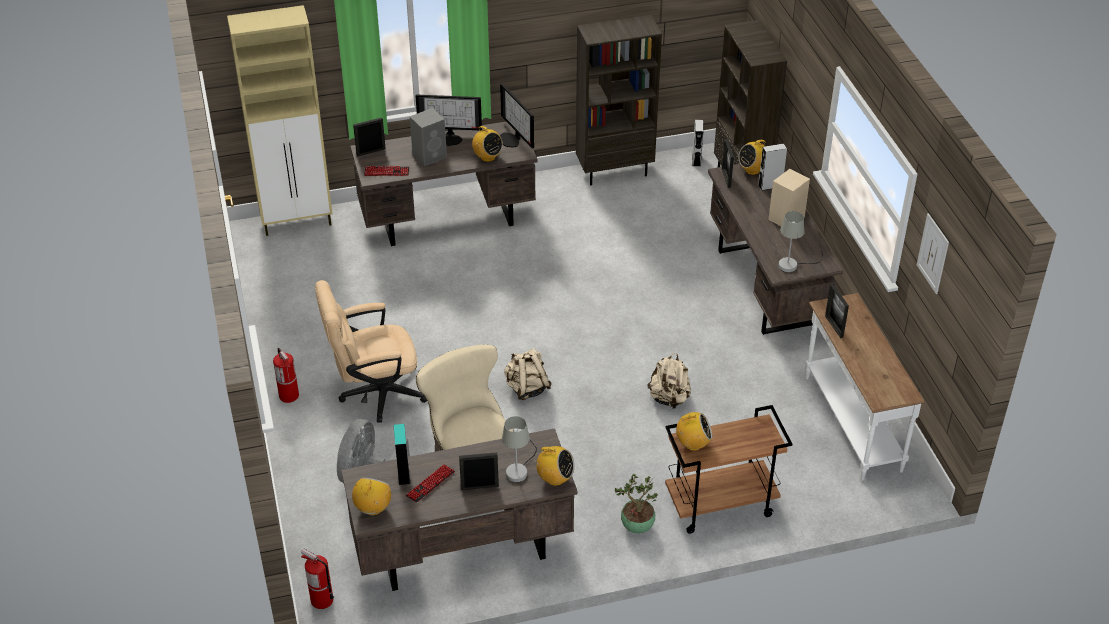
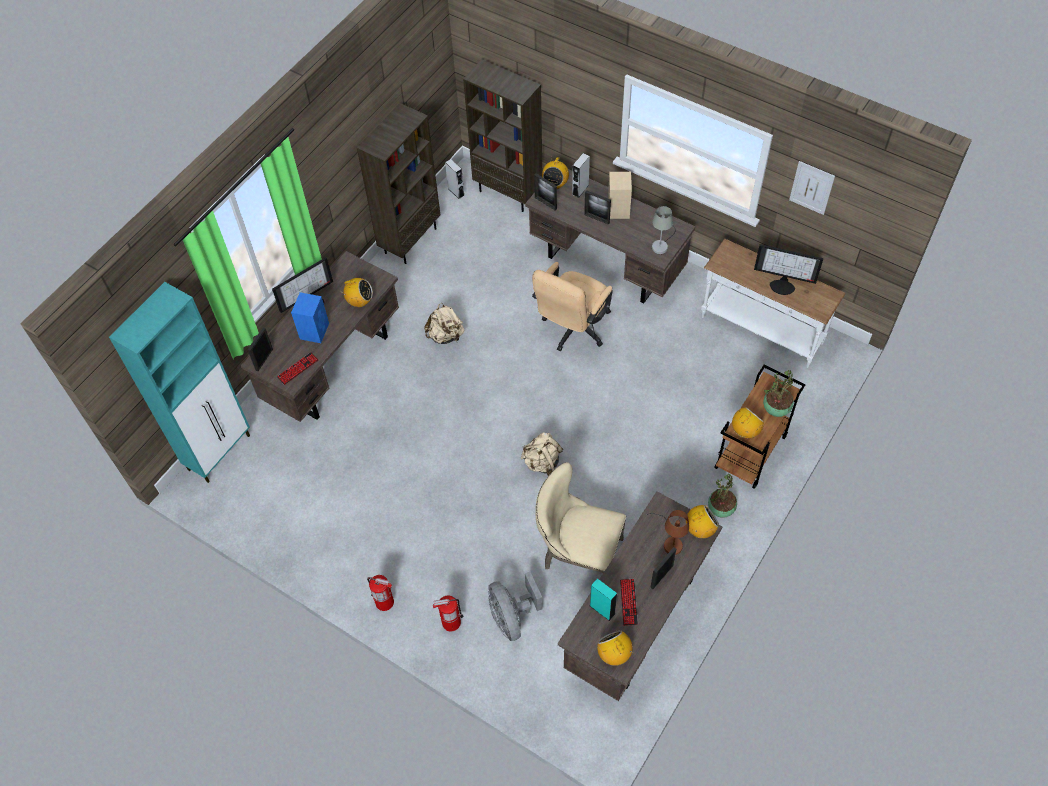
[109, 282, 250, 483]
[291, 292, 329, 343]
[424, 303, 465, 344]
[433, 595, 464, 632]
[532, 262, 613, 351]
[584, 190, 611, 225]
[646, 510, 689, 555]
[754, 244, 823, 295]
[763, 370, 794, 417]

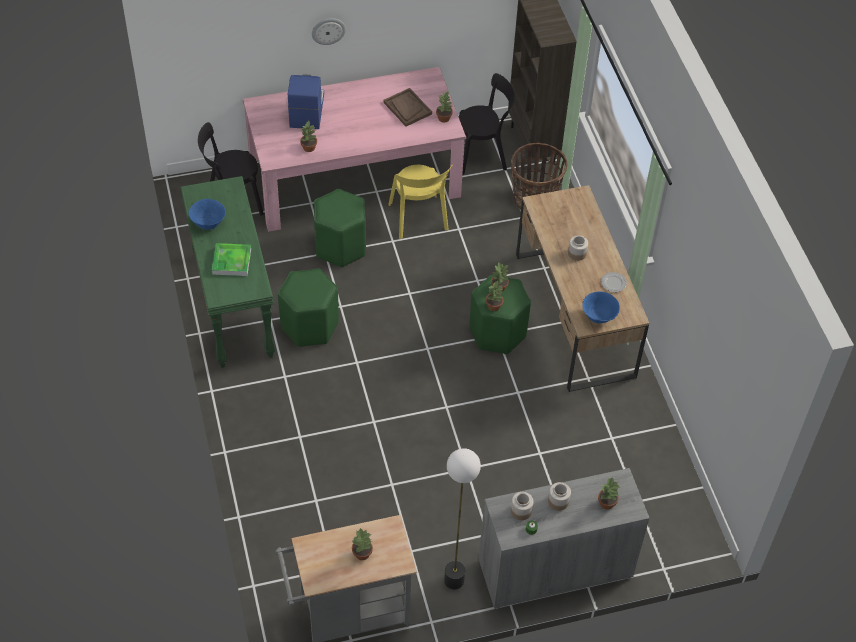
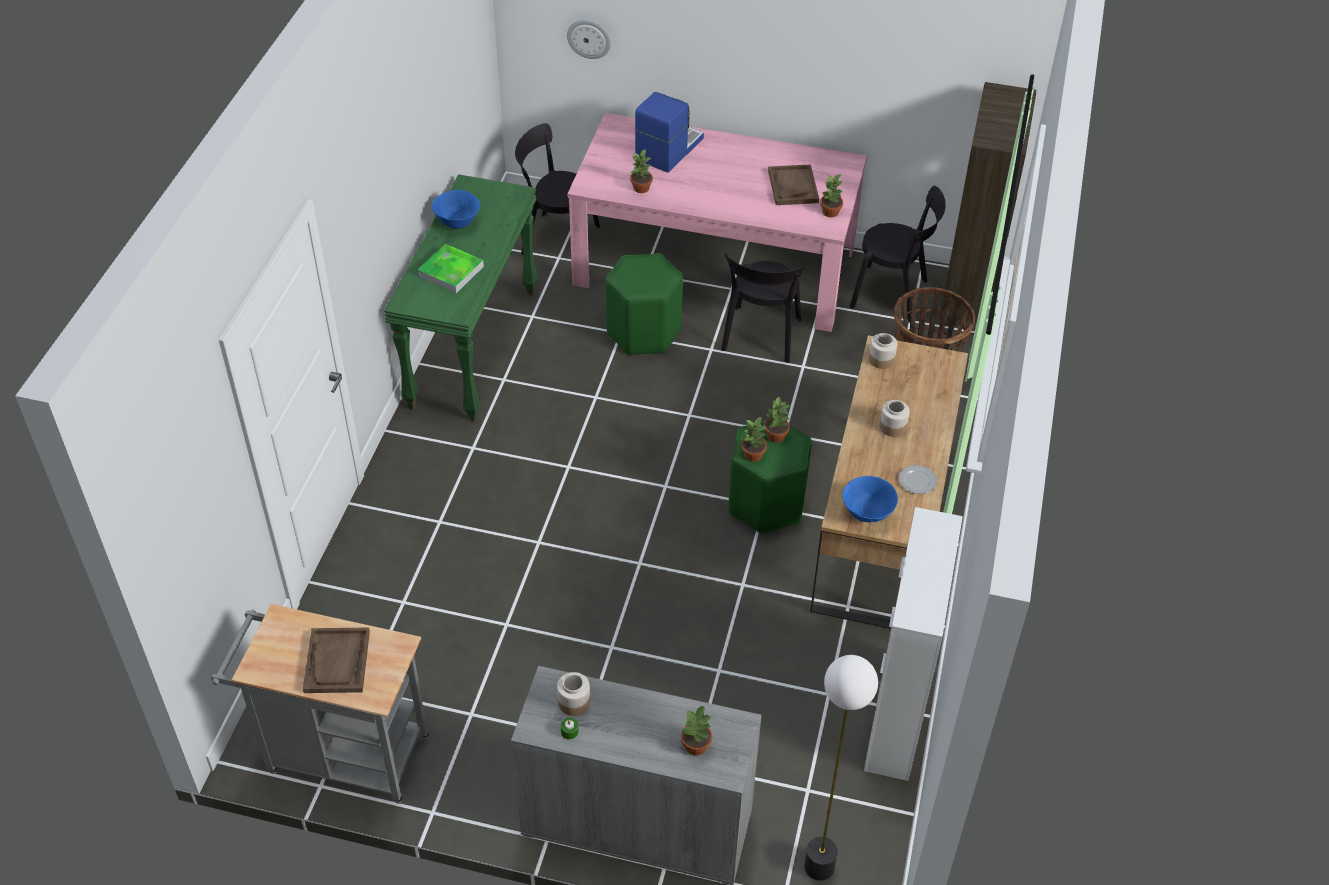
[303, 627, 370, 693]
[567, 19, 611, 59]
[721, 252, 804, 363]
[804, 655, 878, 881]
[864, 507, 963, 781]
[869, 333, 897, 369]
[278, 269, 339, 347] (first image)

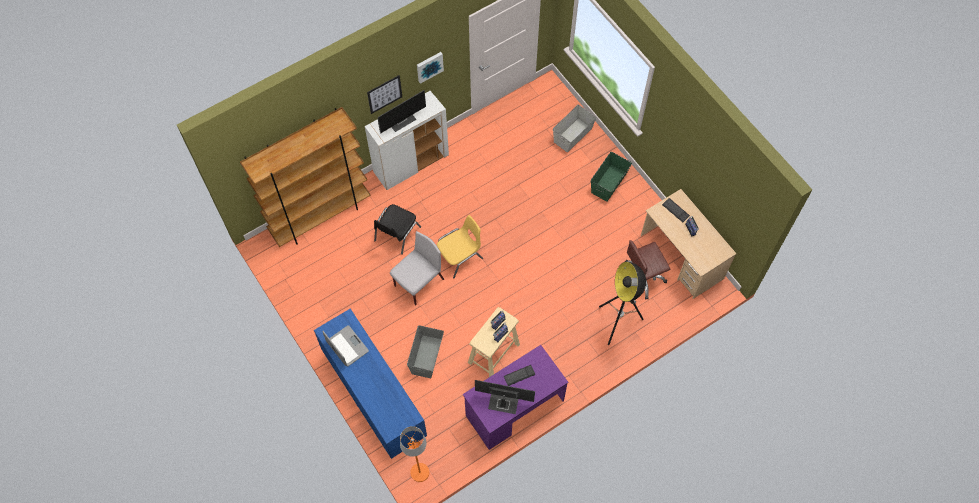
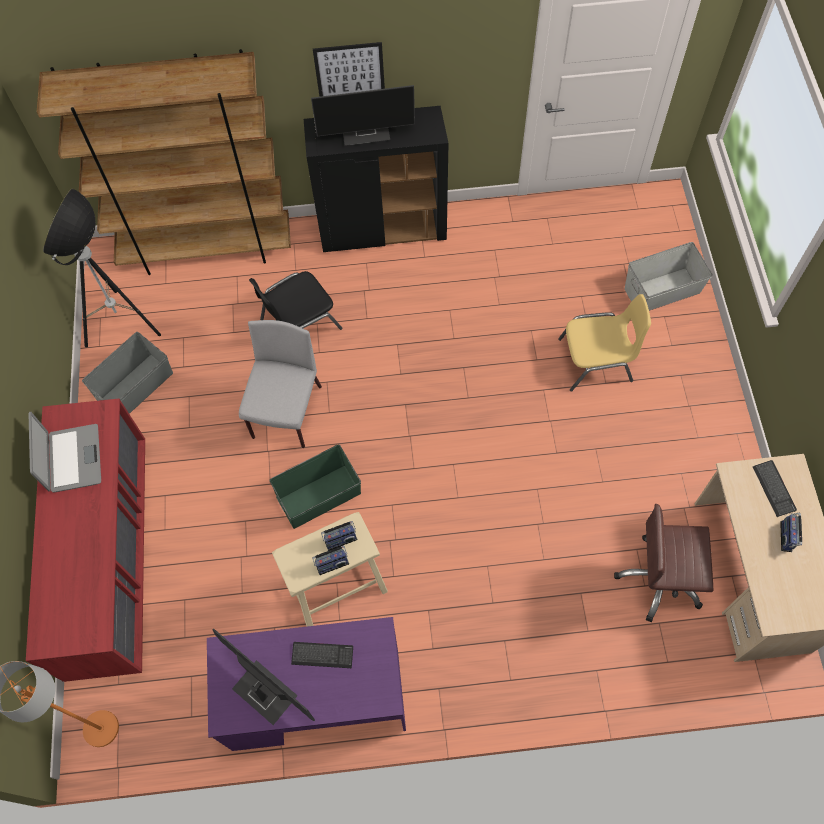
[26, 398, 145, 682]
[43, 188, 161, 348]
[82, 332, 173, 414]
[239, 320, 322, 448]
[269, 444, 361, 529]
[304, 106, 449, 252]
[558, 294, 651, 392]
[417, 52, 444, 84] (first image)

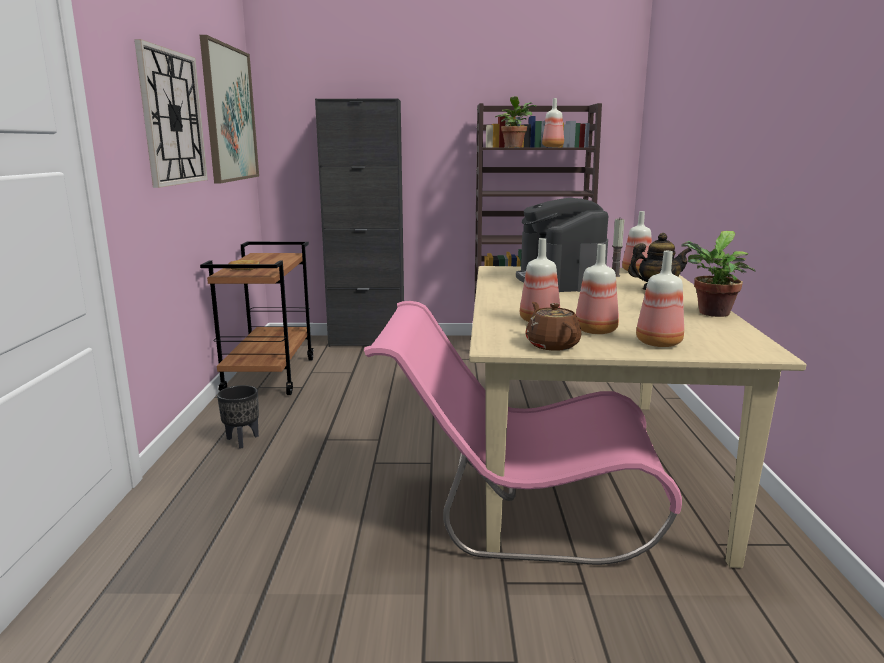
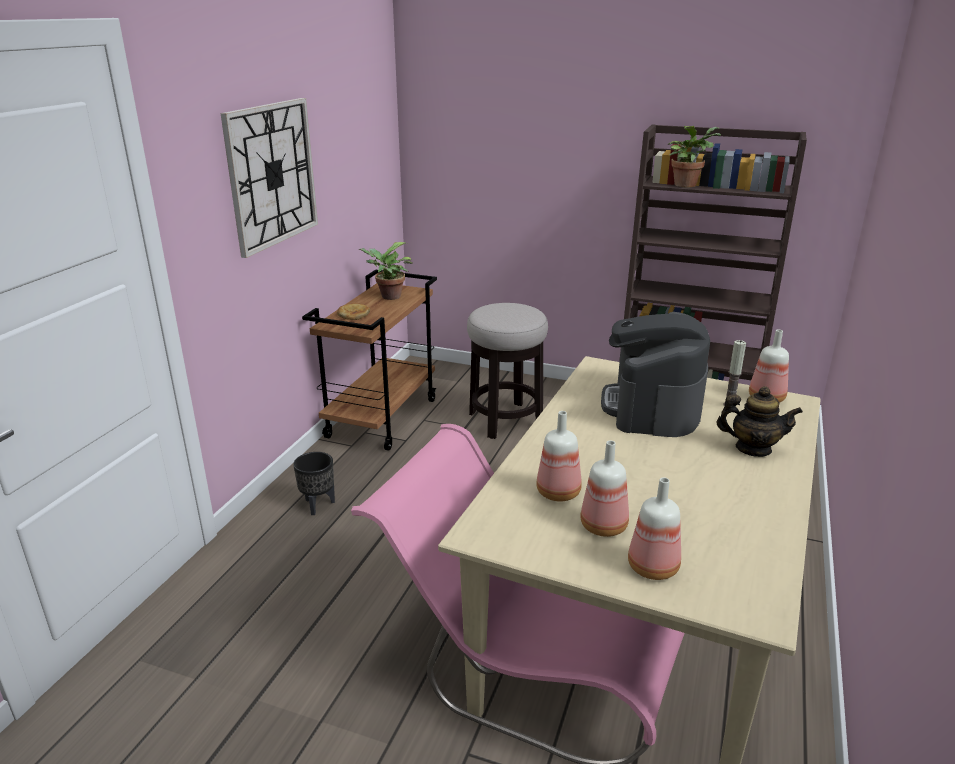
[358, 242, 413, 300]
[467, 303, 548, 439]
[200, 35, 259, 183] (first image)
[315, 99, 404, 347] (first image)
[526, 302, 581, 351] (first image)
[542, 98, 564, 147] (first image)

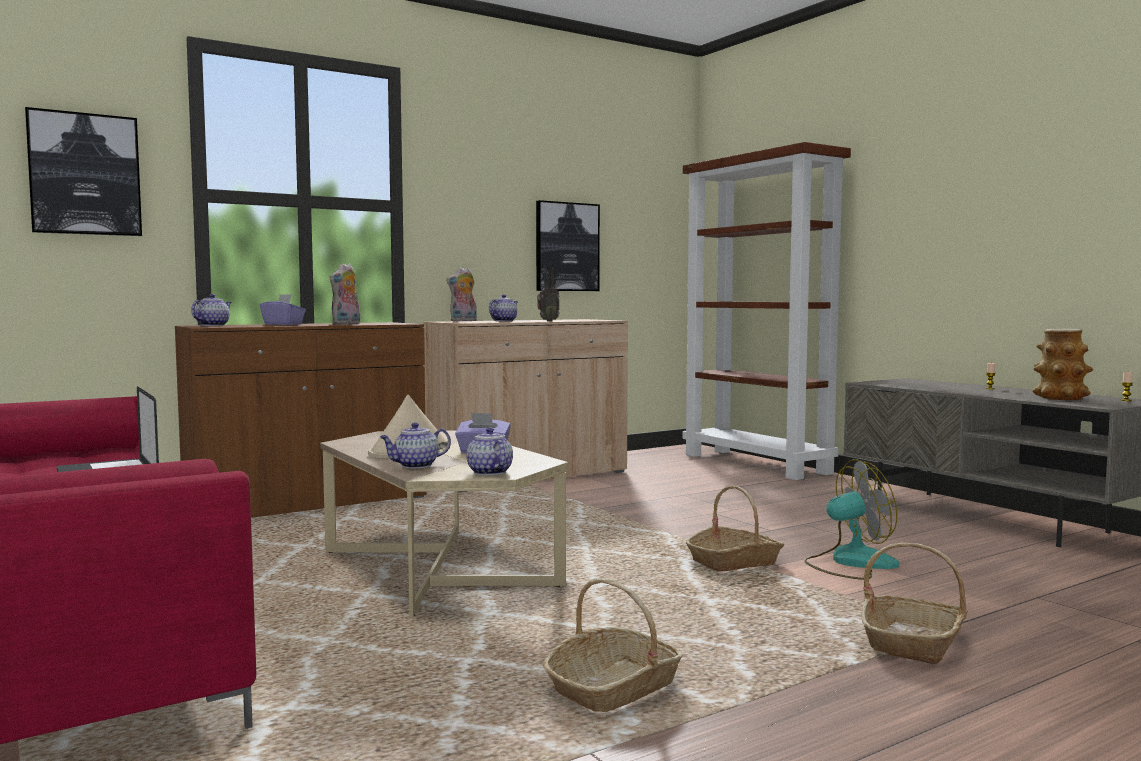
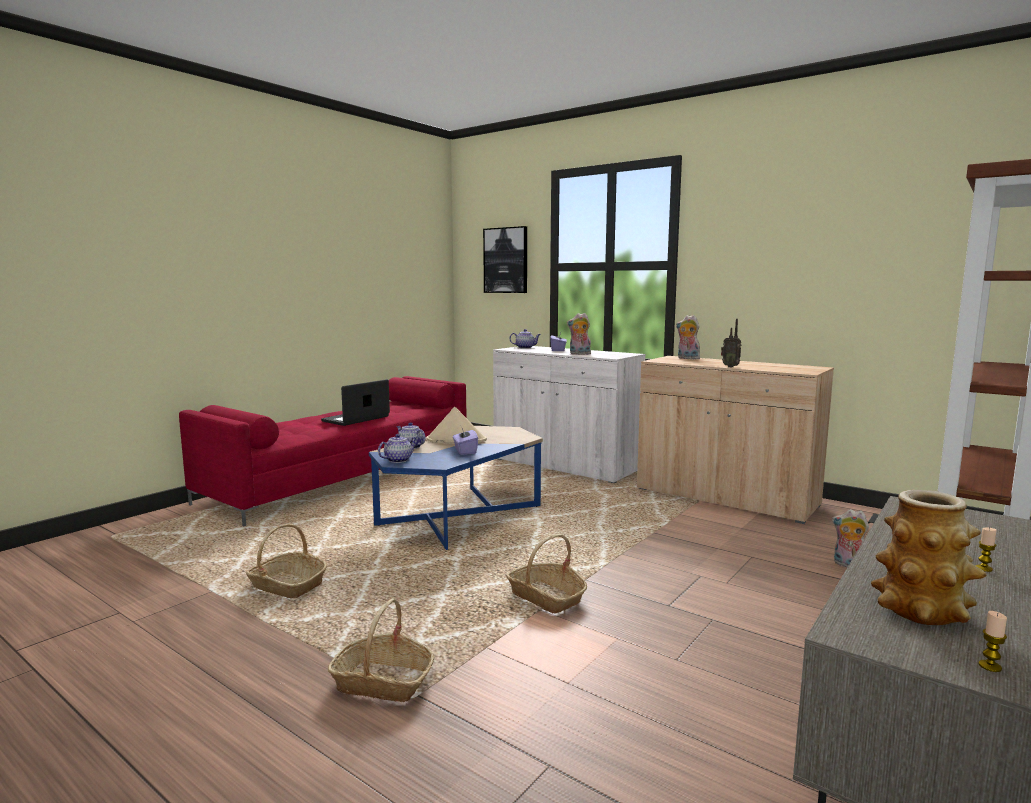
[369, 426, 543, 550]
[493, 346, 646, 483]
[832, 509, 869, 568]
[489, 294, 518, 322] (first image)
[536, 200, 600, 291] (first image)
[804, 459, 899, 580] (first image)

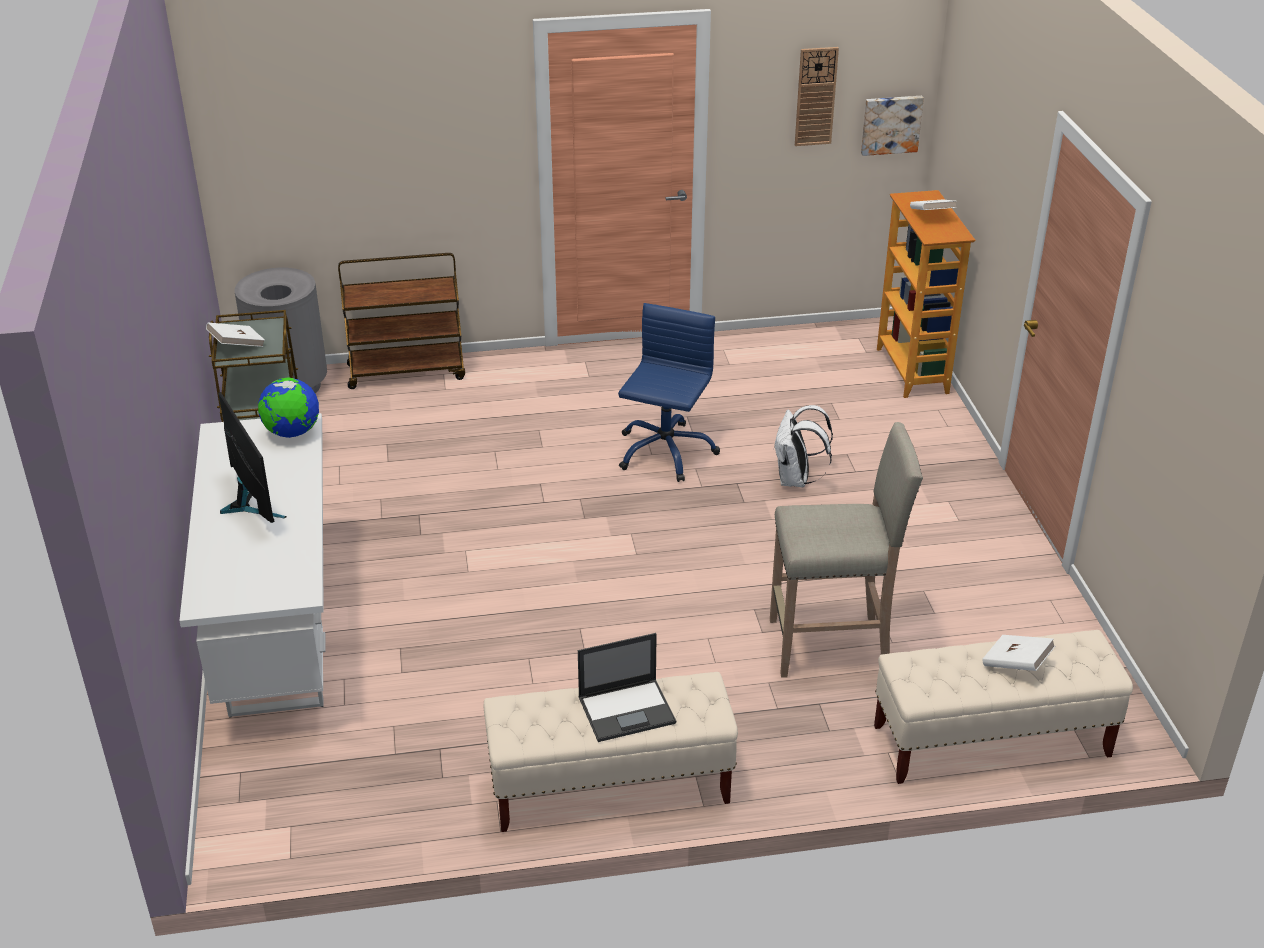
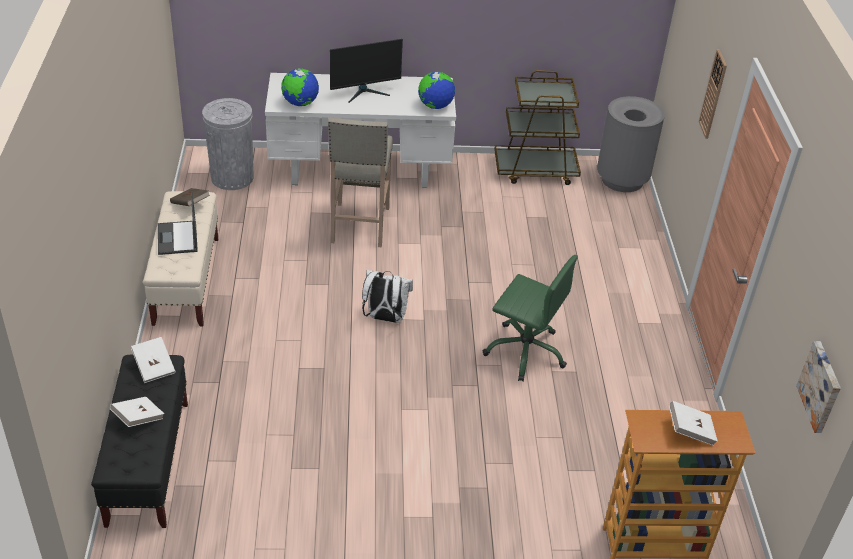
[91, 355, 188, 528]
[131, 337, 176, 383]
[170, 188, 210, 206]
[202, 98, 254, 190]
[281, 68, 319, 106]
[328, 117, 393, 247]
[362, 270, 413, 323]
[483, 255, 578, 382]
[699, 49, 727, 139]
[338, 253, 465, 389] (first image)

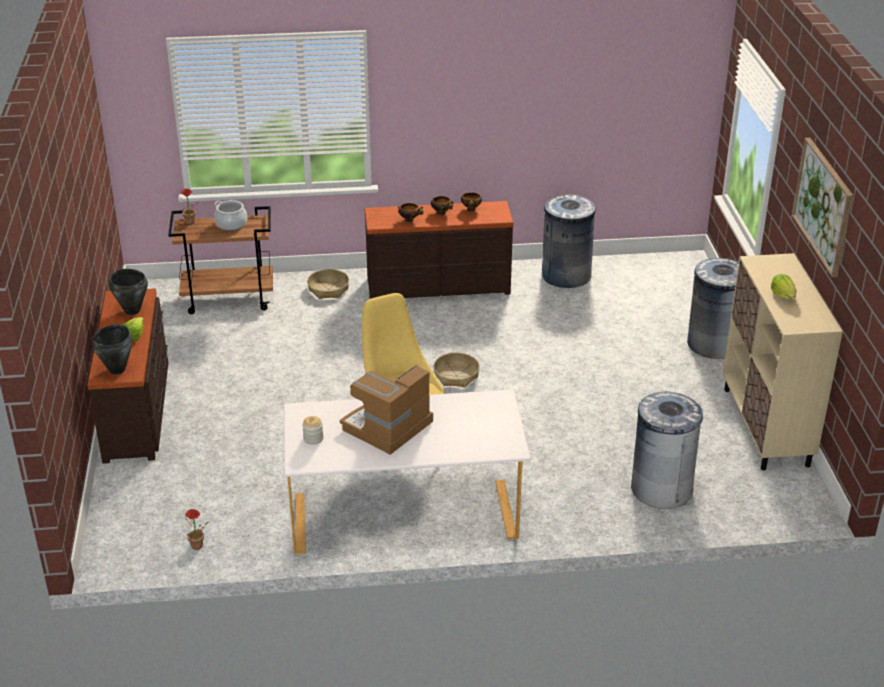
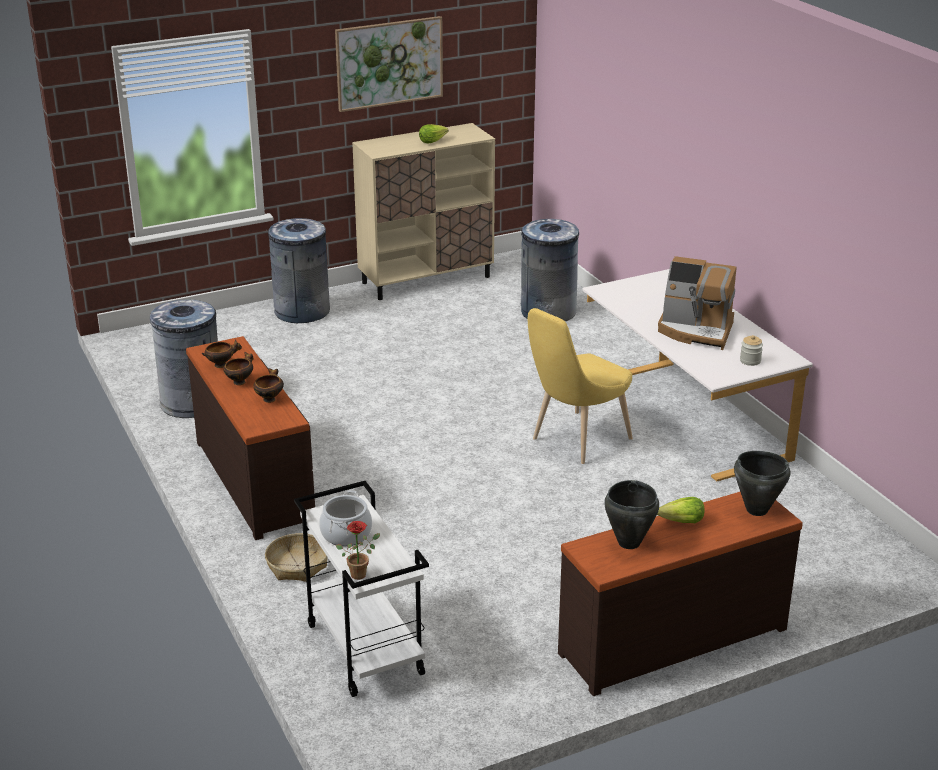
[294, 481, 429, 697]
[185, 509, 209, 550] (first image)
[433, 353, 480, 388] (first image)

